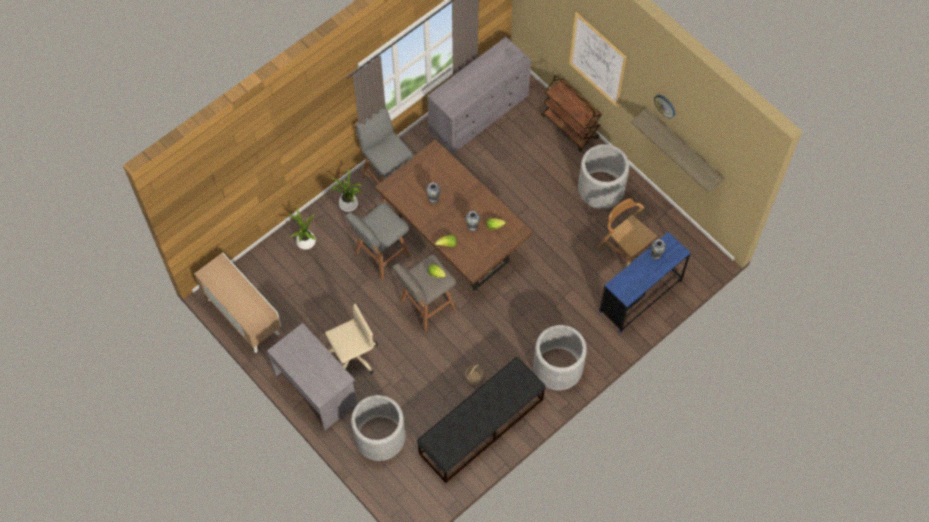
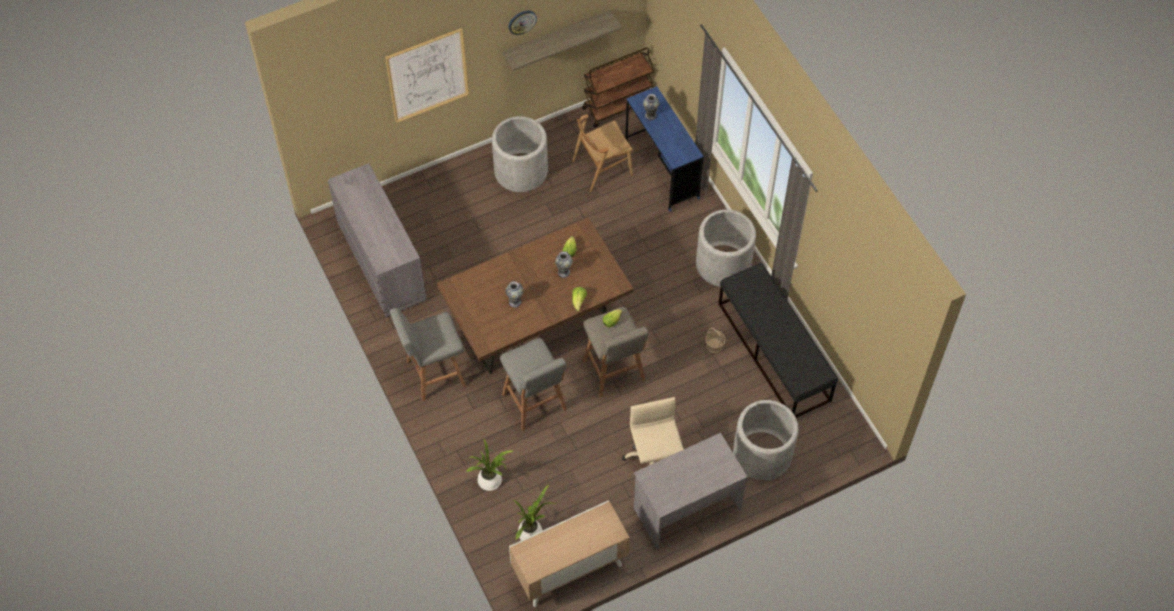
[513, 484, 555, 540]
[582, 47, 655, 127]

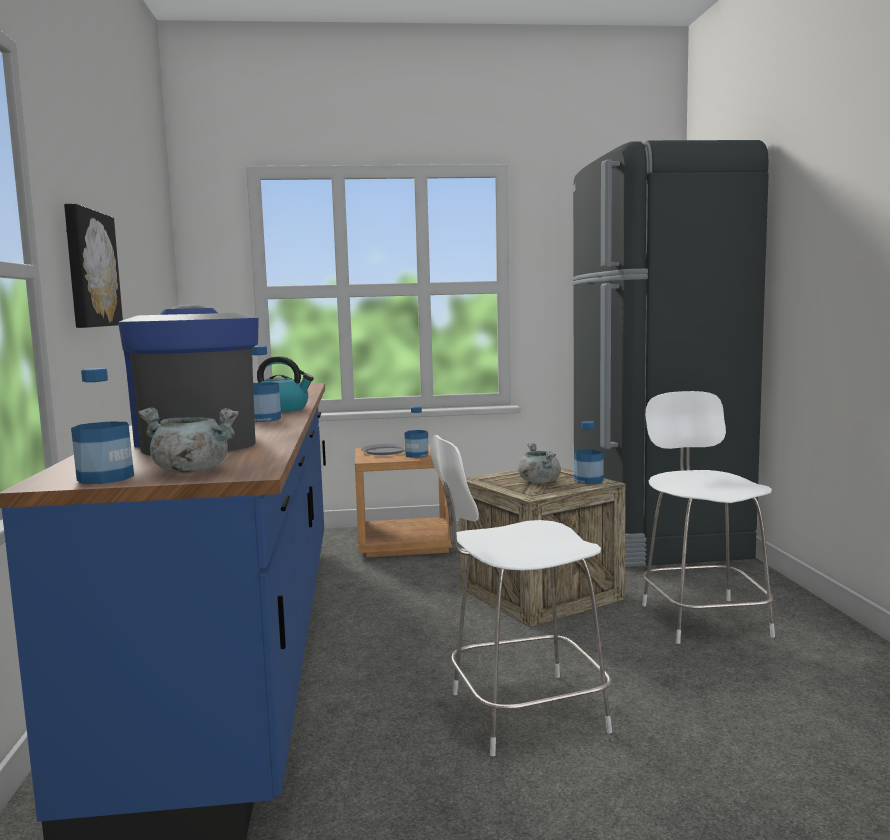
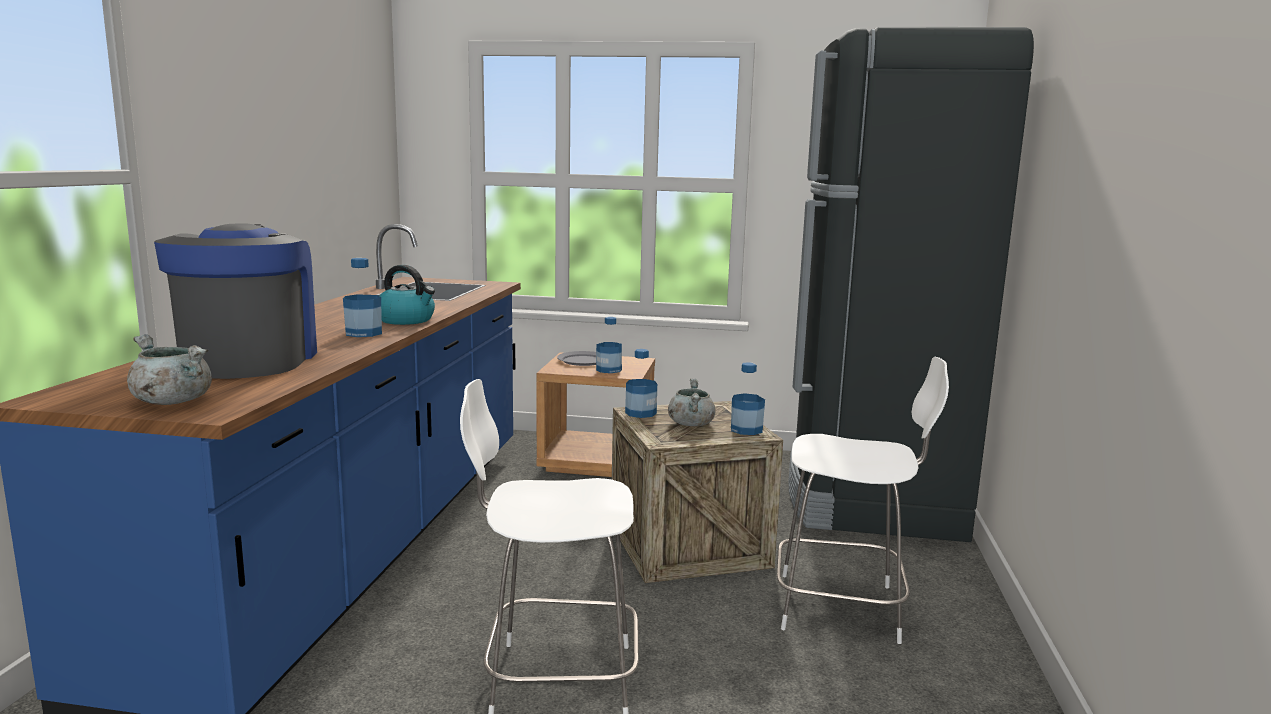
[625, 349, 657, 418]
[777, 357, 949, 644]
[64, 204, 123, 328] (first image)

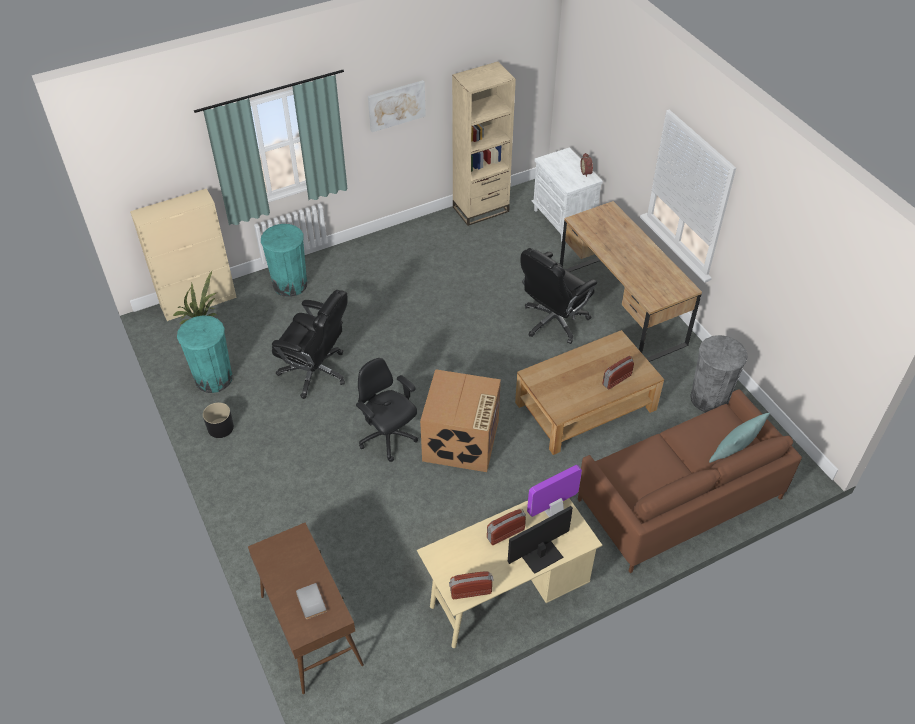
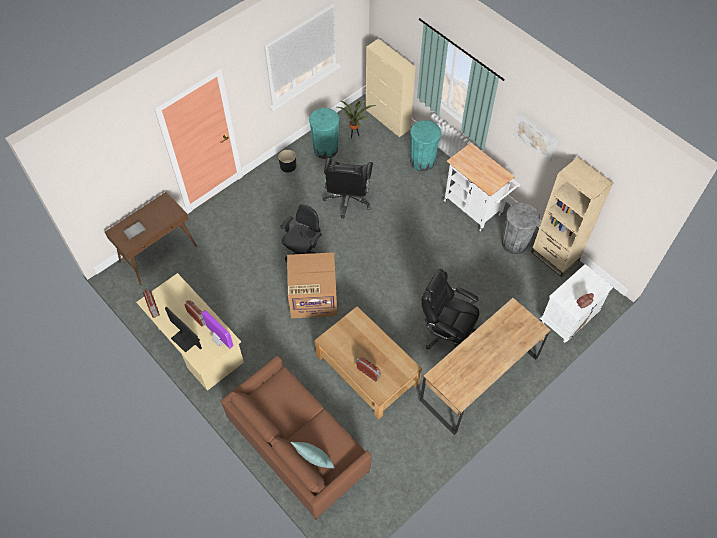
[444, 143, 520, 231]
[502, 202, 540, 255]

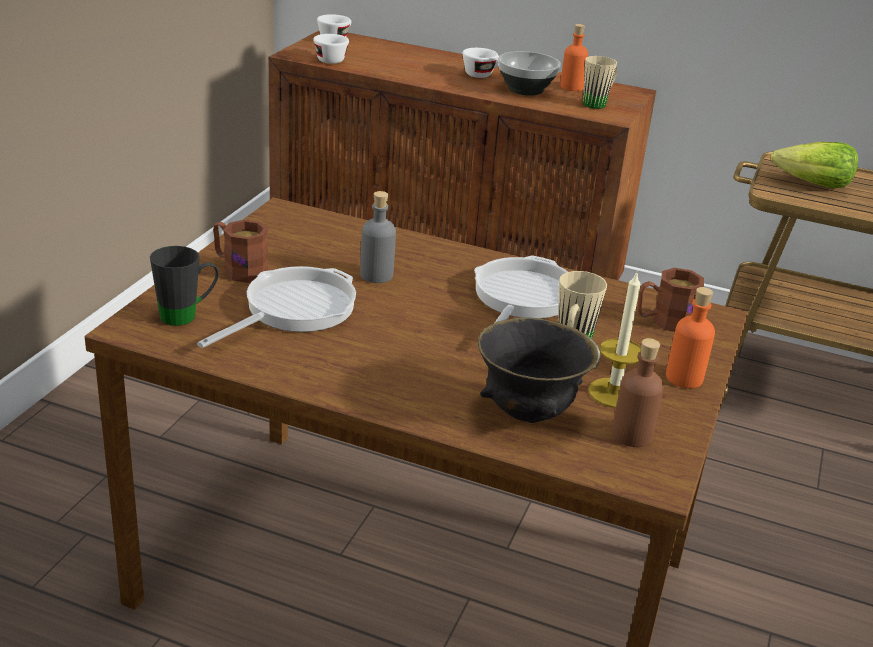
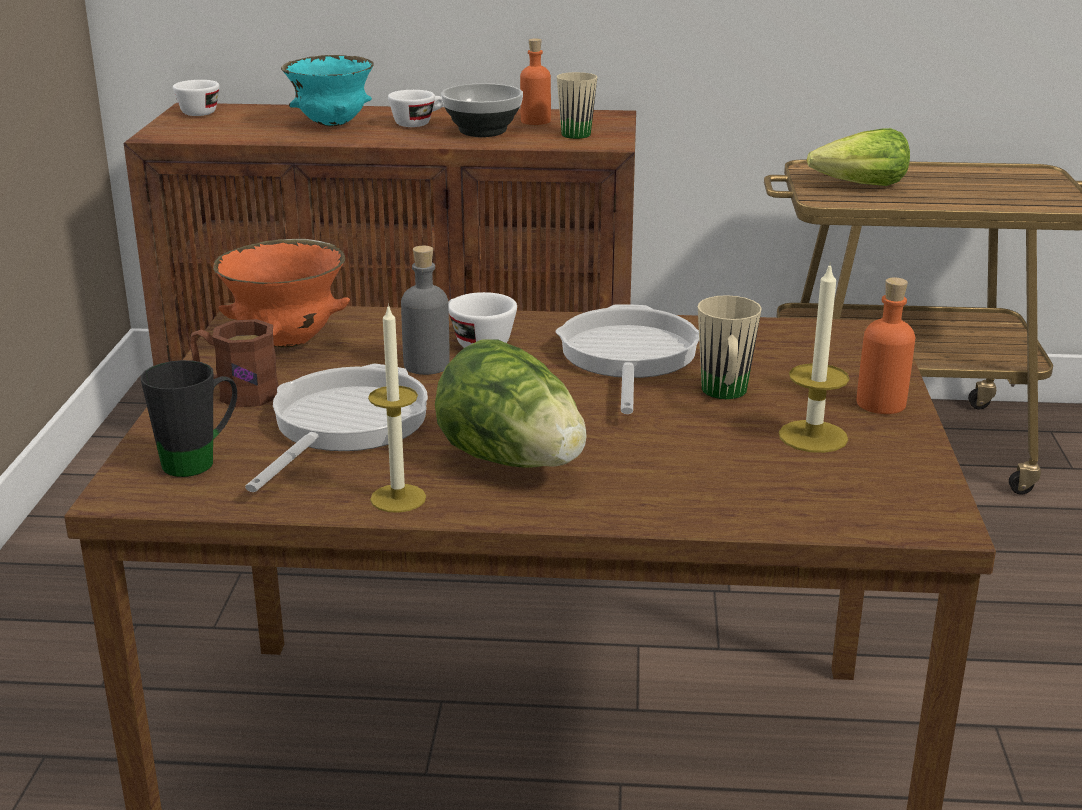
[213, 239, 350, 348]
[281, 55, 374, 127]
[368, 304, 426, 513]
[435, 339, 587, 468]
[448, 292, 517, 348]
[478, 317, 601, 423] (first image)
[612, 338, 664, 447] (first image)
[637, 268, 704, 332] (first image)

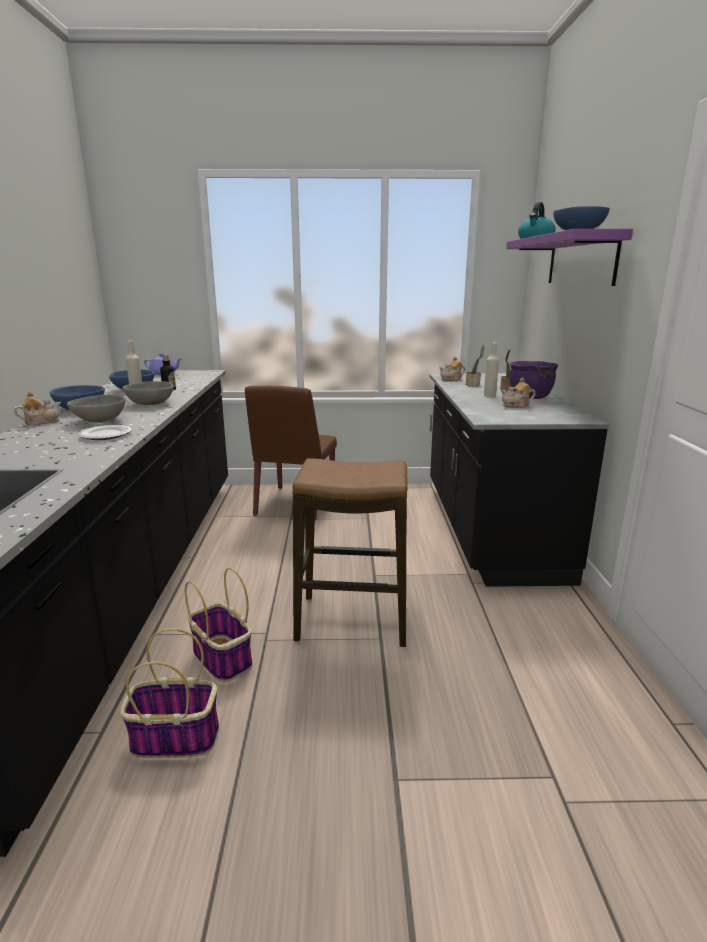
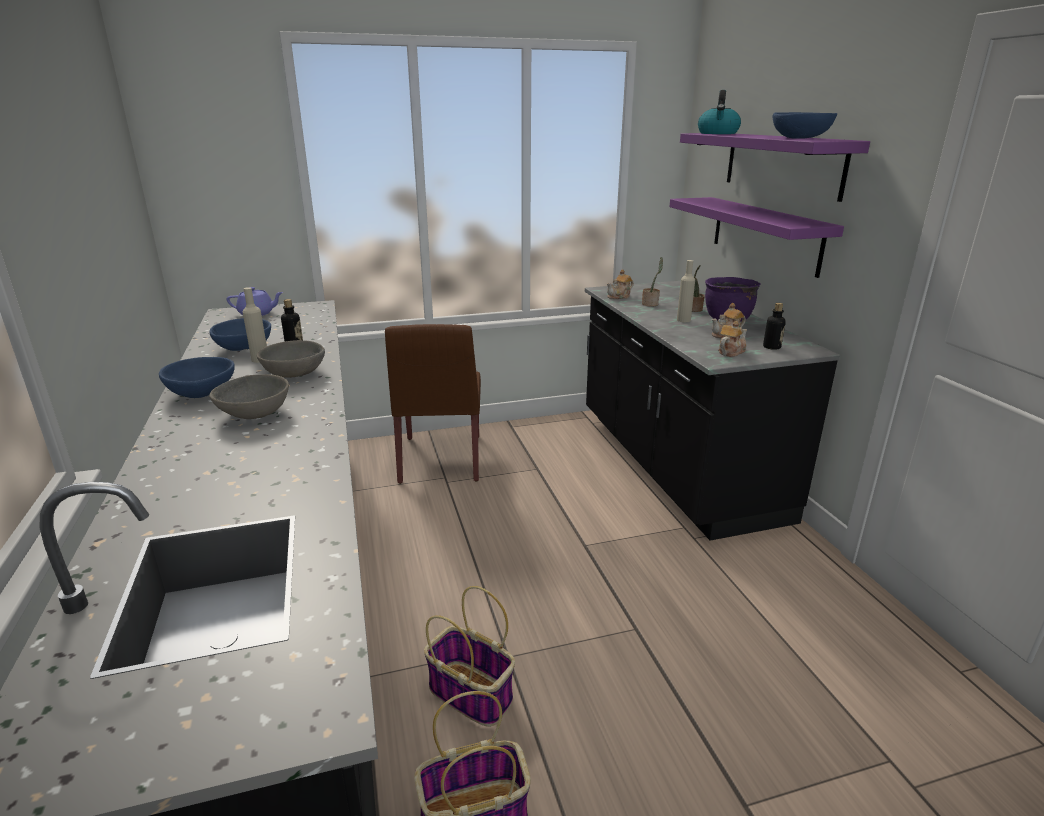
[669, 197, 844, 278]
[718, 321, 747, 357]
[763, 303, 786, 350]
[78, 425, 132, 440] (first image)
[293, 458, 408, 647] (first image)

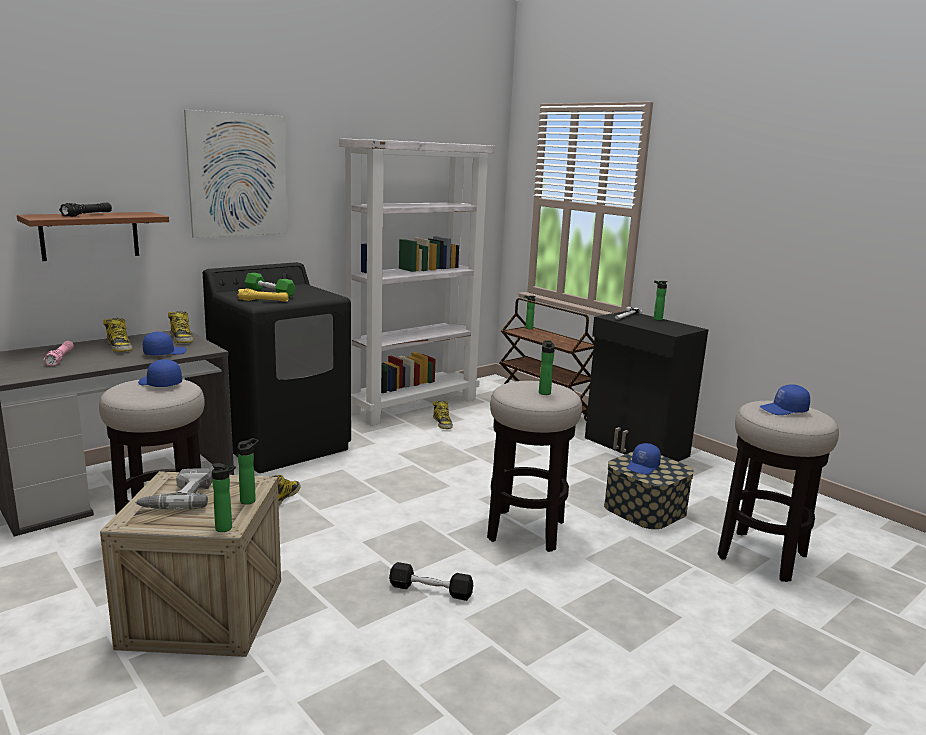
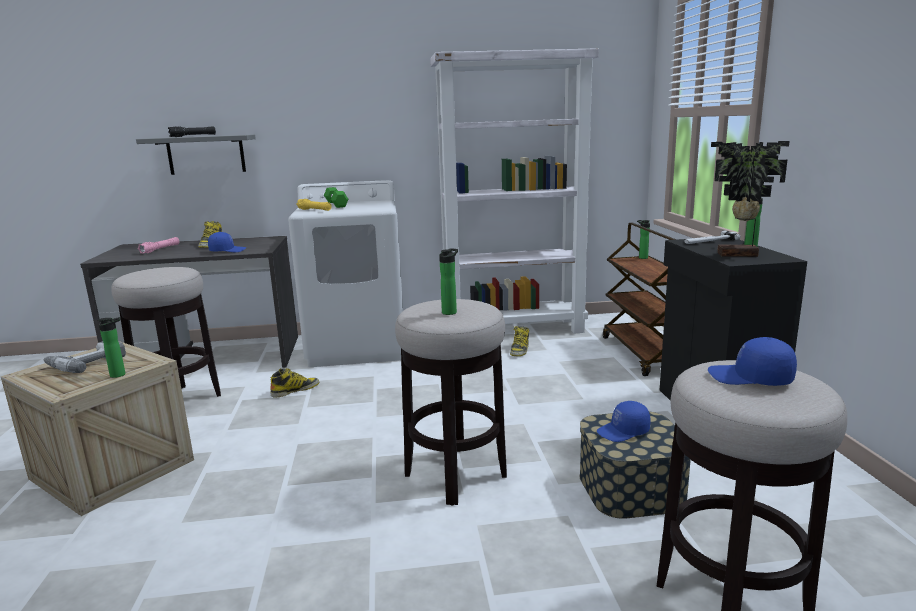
[136, 134, 256, 175]
[288, 180, 403, 367]
[711, 141, 790, 257]
[138, 359, 182, 387] (first image)
[168, 311, 194, 343] (first image)
[184, 110, 288, 238] (first image)
[212, 463, 236, 532] (first image)
[389, 562, 473, 601] (first image)

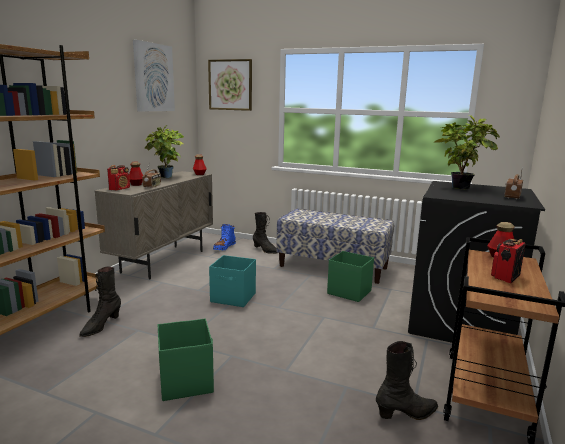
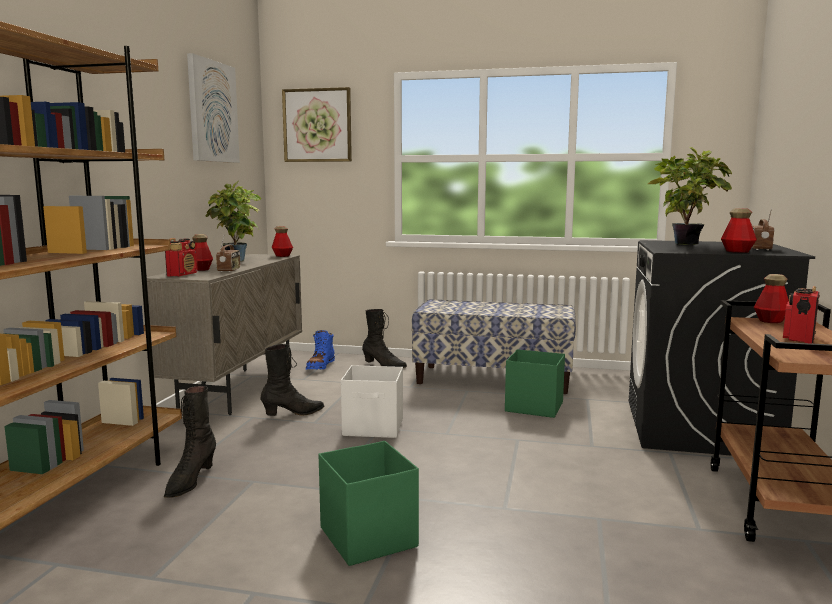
[261, 344, 324, 416]
[341, 365, 403, 438]
[721, 208, 757, 253]

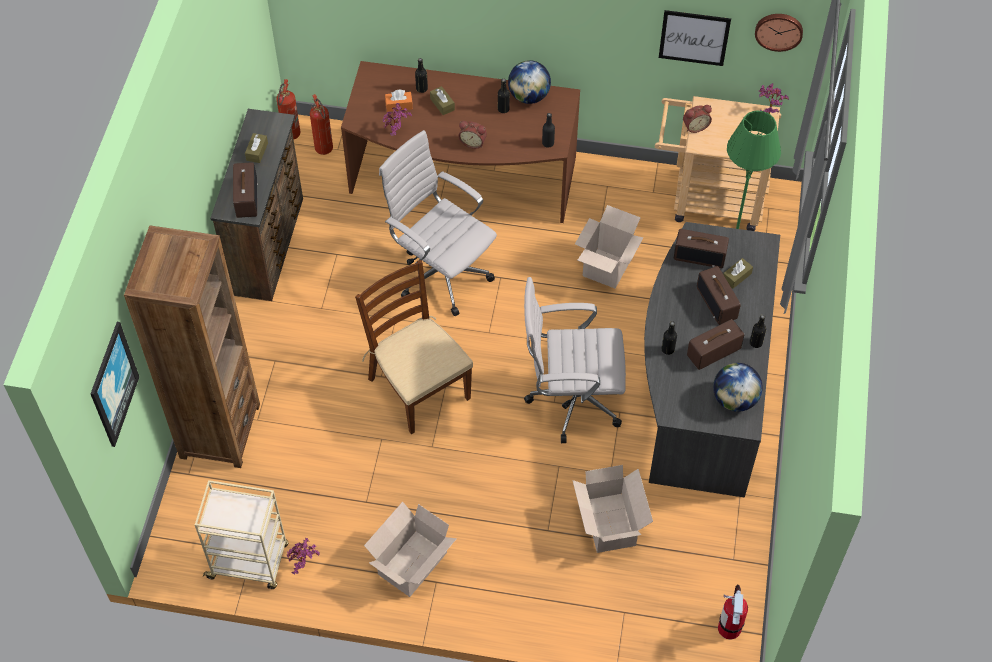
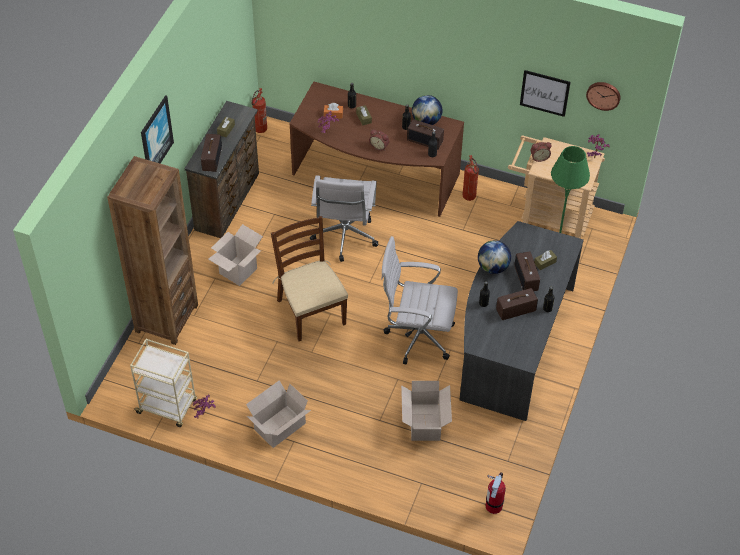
[141, 95, 174, 164]
[208, 224, 263, 286]
[310, 175, 378, 262]
[407, 119, 444, 150]
[463, 155, 479, 201]
[478, 240, 511, 274]

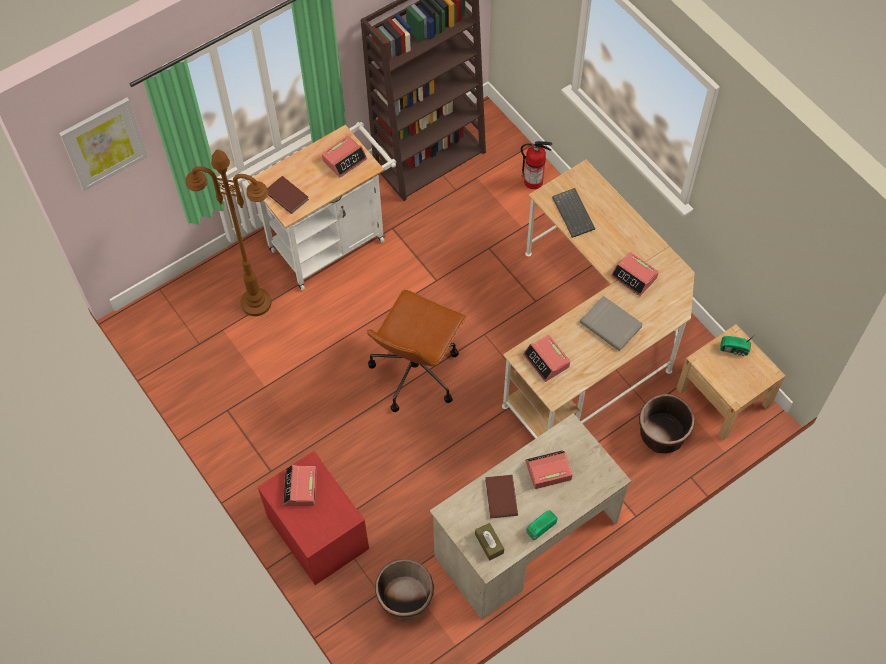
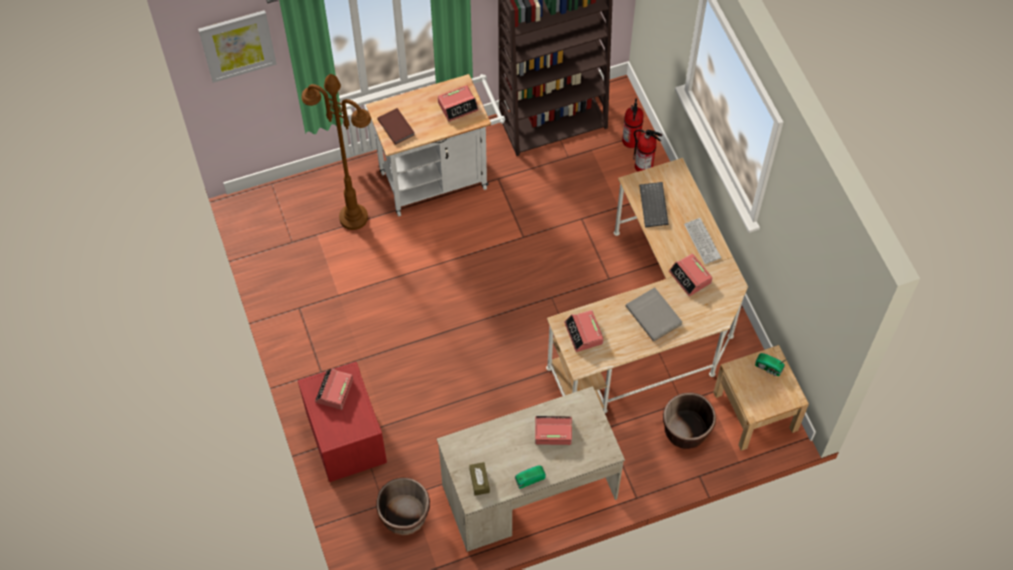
[622, 99, 644, 148]
[684, 218, 721, 264]
[367, 289, 466, 412] (first image)
[485, 475, 518, 518] (first image)

